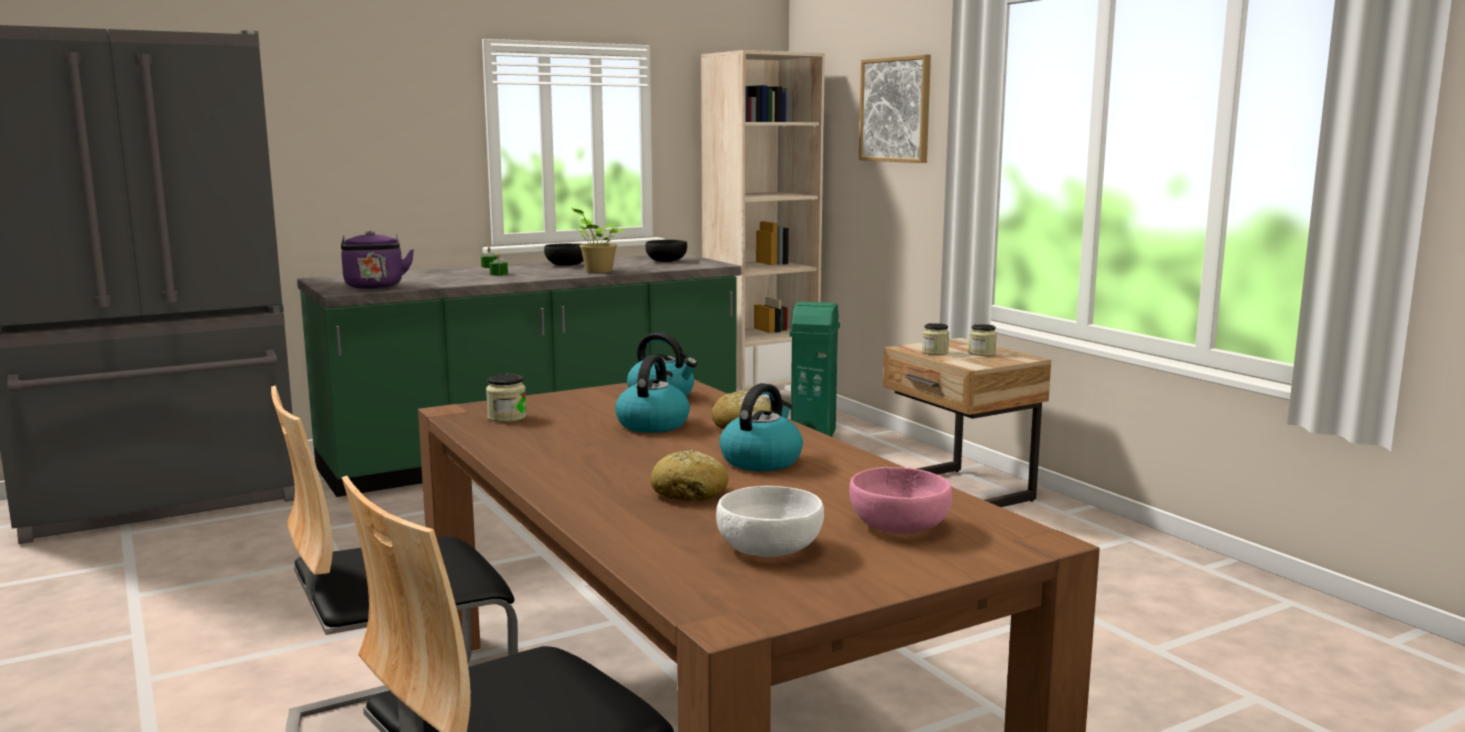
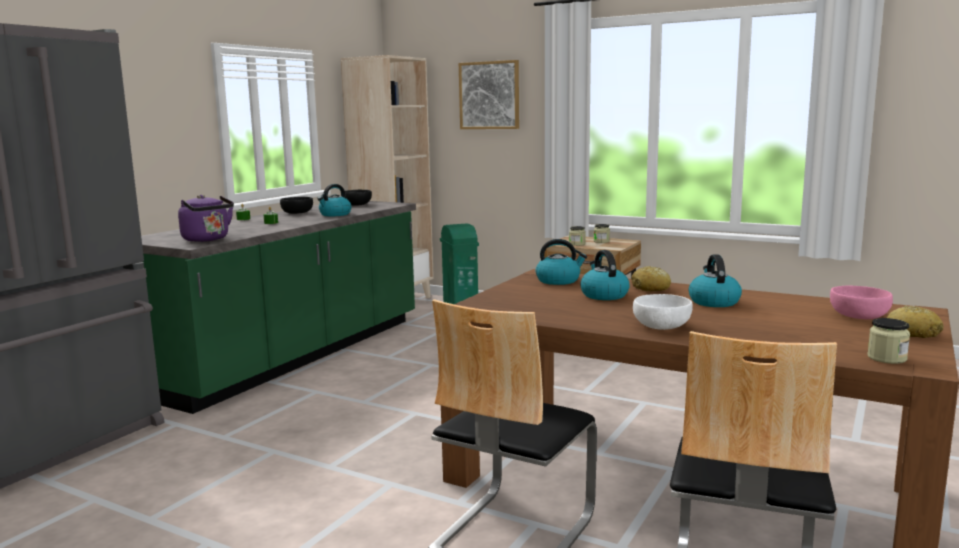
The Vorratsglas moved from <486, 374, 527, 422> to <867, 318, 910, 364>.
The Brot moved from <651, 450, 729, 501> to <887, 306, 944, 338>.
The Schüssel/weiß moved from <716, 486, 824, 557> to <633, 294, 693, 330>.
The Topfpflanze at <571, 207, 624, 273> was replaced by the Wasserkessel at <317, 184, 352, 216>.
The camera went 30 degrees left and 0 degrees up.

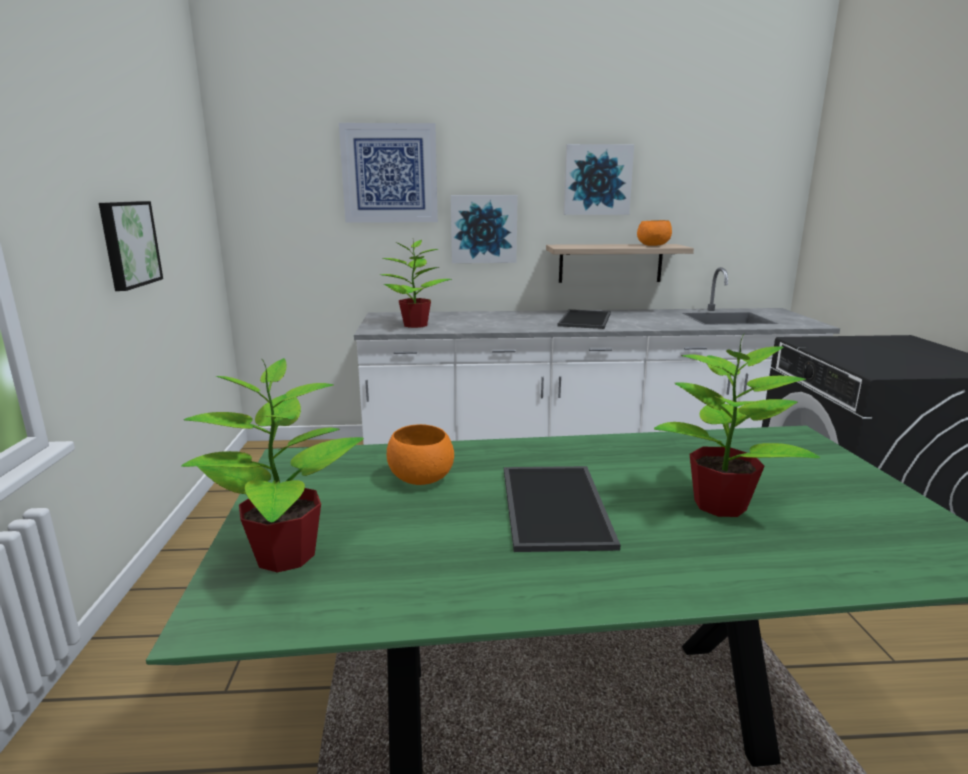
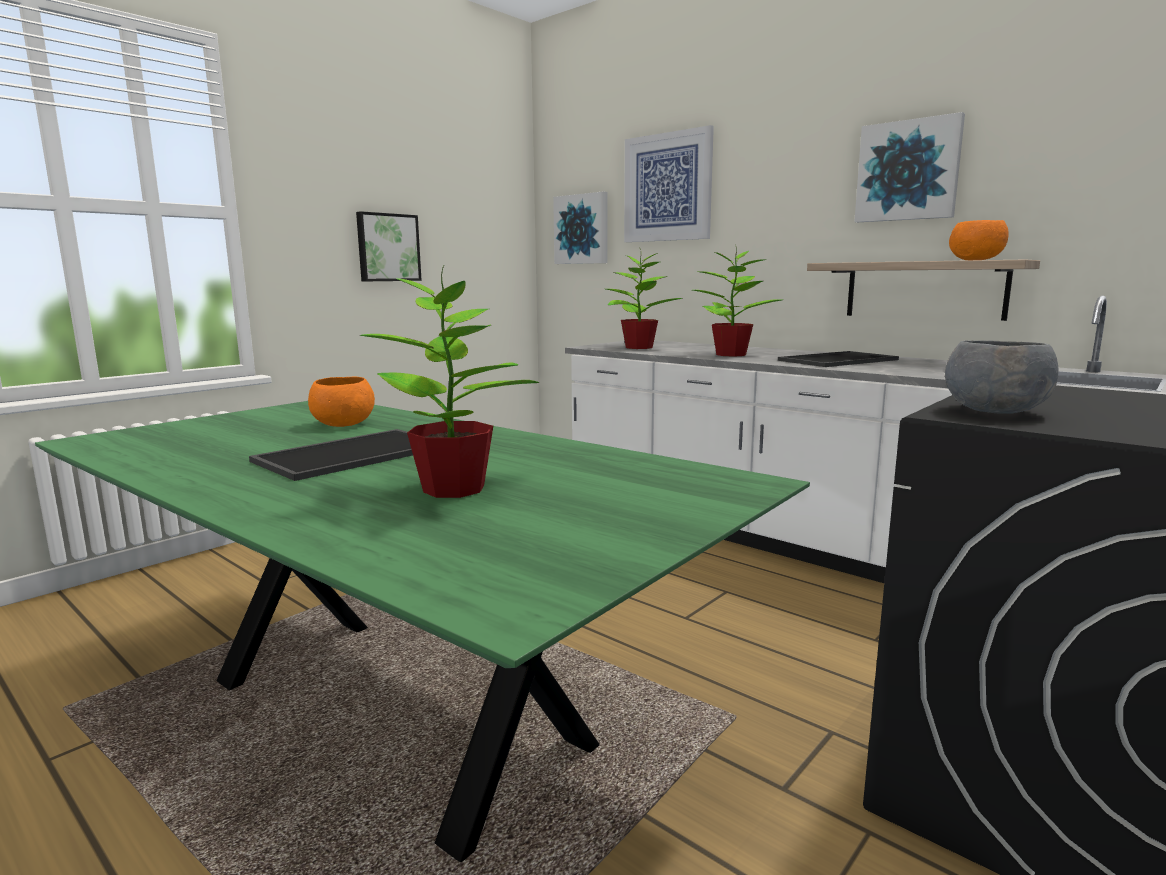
The Schüssel/grau at <945, 340, 1059, 414> appeared.
The Topfpflanze moved from <181, 358, 364, 573> to <693, 248, 781, 357>.
The Bild moved from <451, 195, 518, 263> to <553, 191, 608, 264>.
The camera went 45 degrees right and 5 degrees down.

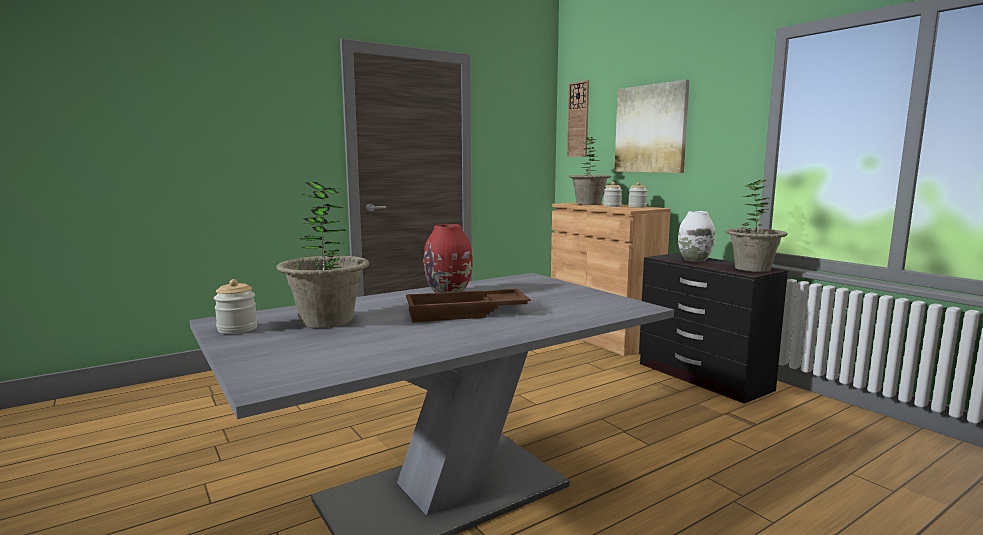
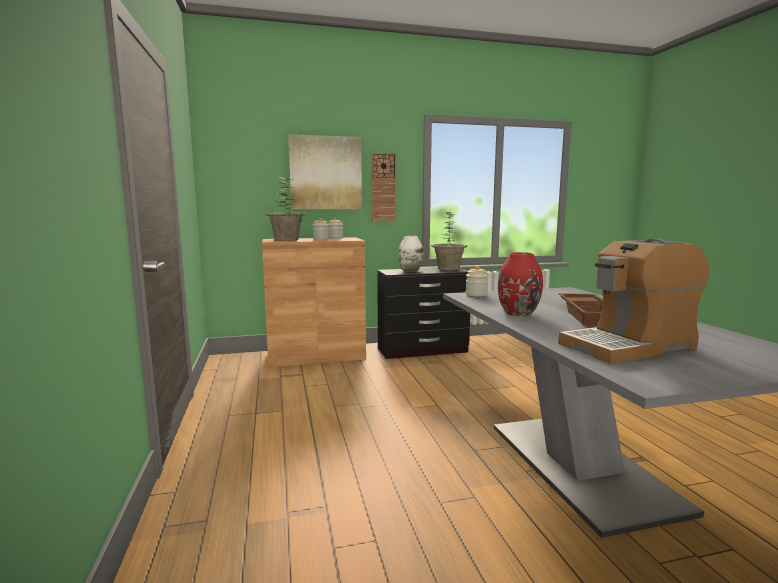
The Vorratsglas moved from <214, 279, 257, 334> to <466, 266, 488, 297>.
The Wanduhr moved from <567, 80, 589, 157> to <371, 152, 396, 222>.
The Topfpflanze at <276, 182, 370, 328> was replaced by the Kaffeemaschine at <558, 239, 709, 364>.
The camera went 70 degrees left and 0 degrees up.

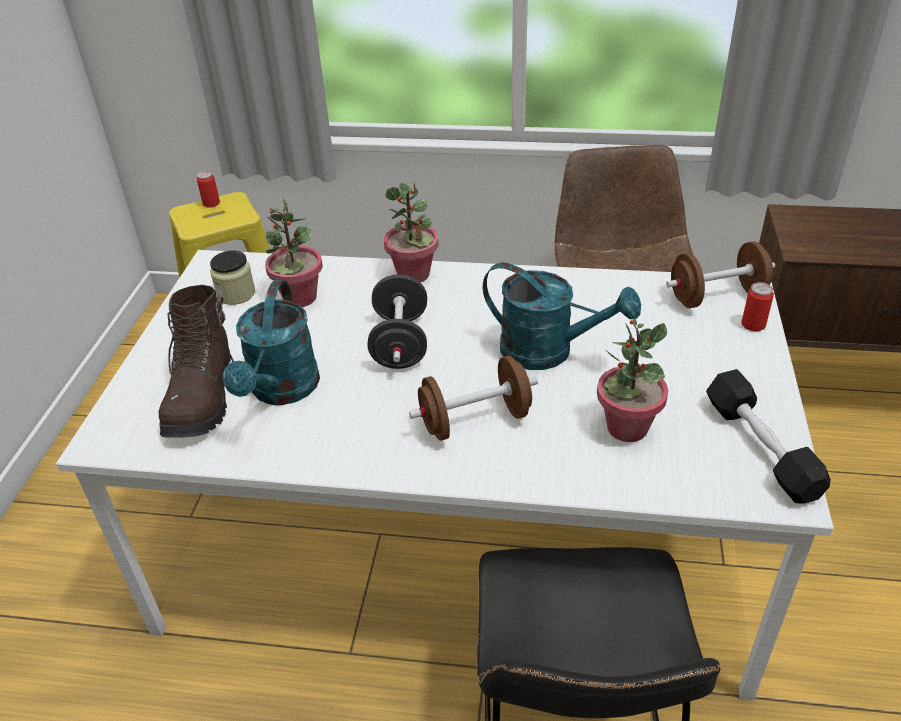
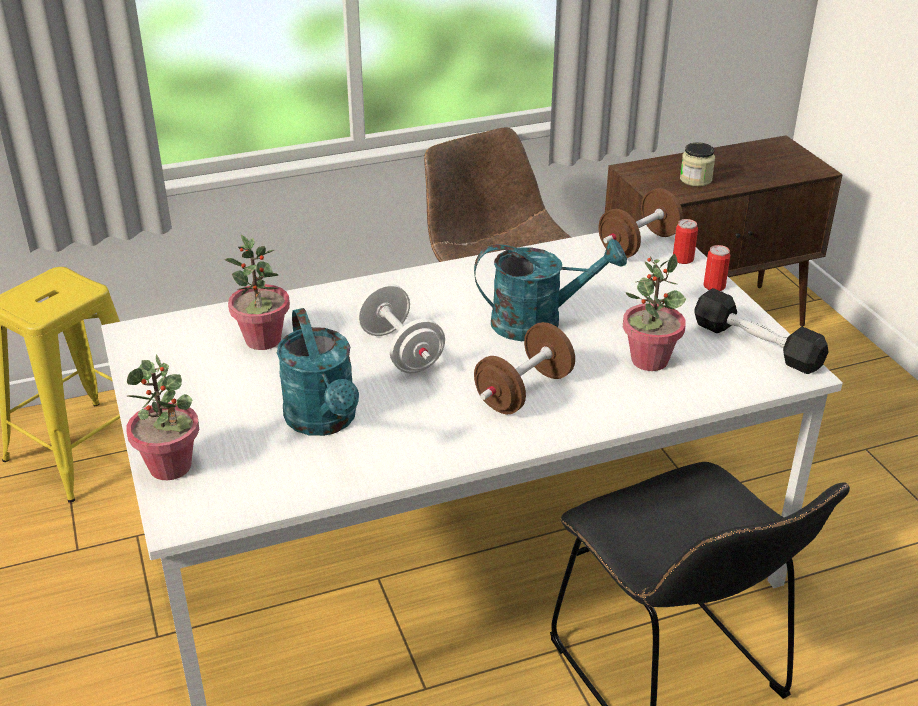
The Stiefel/braun at <159, 285, 234, 438> disappeared.
The Dose moved from <197, 171, 220, 208> to <704, 245, 730, 291>.
The Vorratsglas moved from <210, 250, 255, 305> to <680, 142, 715, 187>.
The Topfpflanze moved from <384, 181, 439, 282> to <126, 354, 199, 480>.
The Hantel/schwarz at <368, 274, 427, 369> became the Hantel/weiß at <357, 283, 445, 373>.
The camera went 30 degrees left and 5 degrees down.

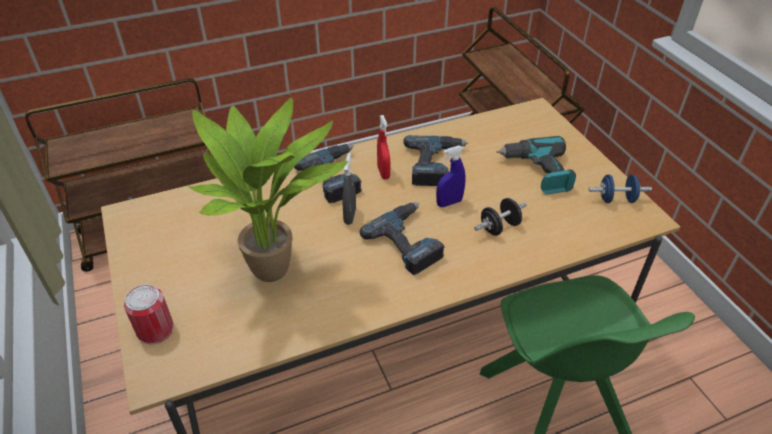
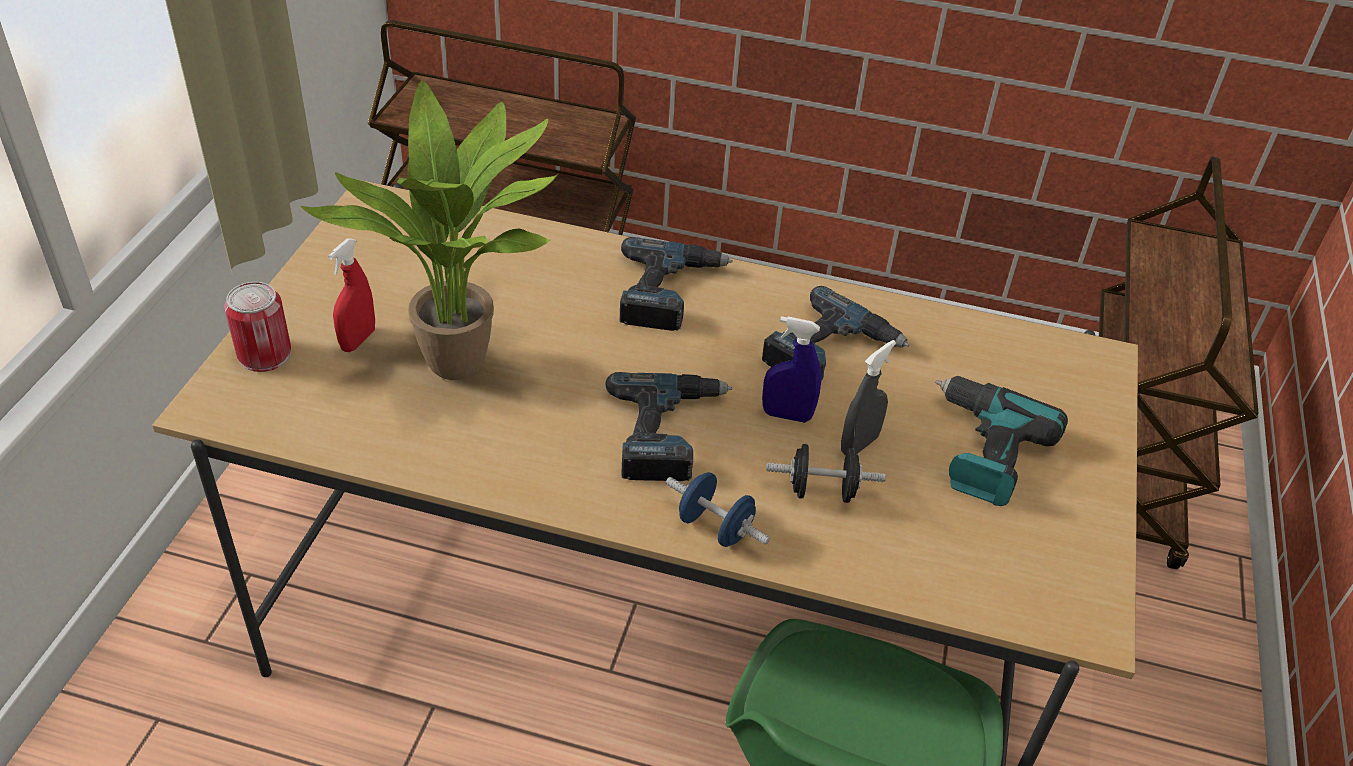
The Sprühflasche/grau moved from <343, 153, 356, 225> to <841, 340, 896, 455>.
The Sprühflasche/rot moved from <377, 115, 390, 179> to <328, 238, 375, 352>.
The Hantel/blau moved from <589, 174, 652, 203> to <666, 472, 770, 547>.
The camera went 35 degrees right and 0 degrees up.

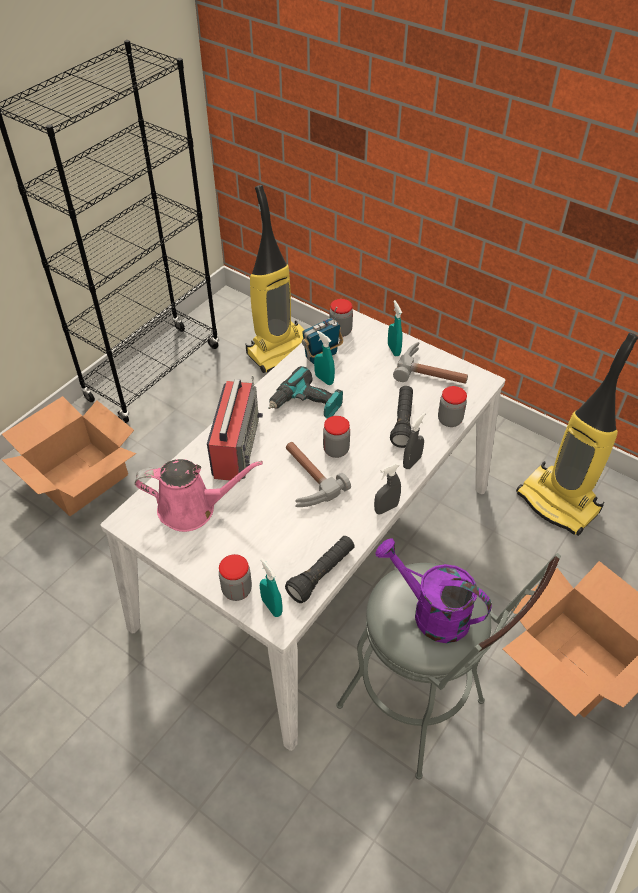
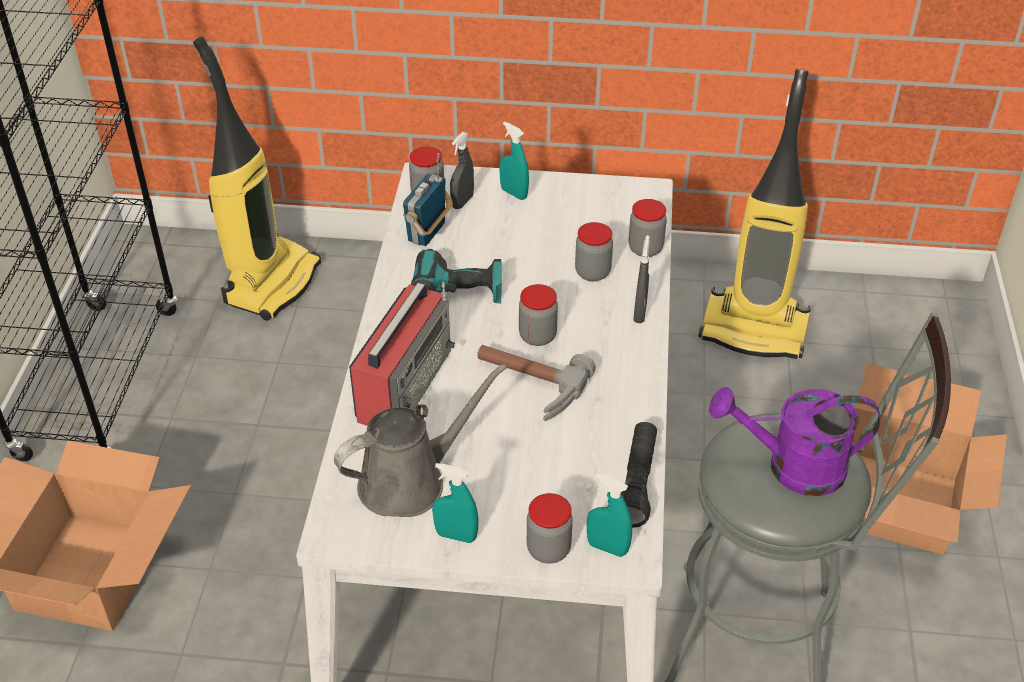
The Hammer at <393, 342, 468, 384> disappeared.
The Sprühflasche/türkis moved from <314, 331, 335, 385> to <432, 463, 479, 543>.
The Sprühflasche/grau moved from <374, 463, 401, 514> to <450, 132, 474, 209>.
The Taschenlampe/schwarz at <390, 386, 413, 448> was replaced by the Vorratsglas at <575, 222, 613, 281>.
The Gießkanne/rosa at <135, 459, 263, 532> became the Gießkanne/grau at <334, 364, 507, 517>.
The Radio at <207, 375, 263, 480> turned 45 degrees clockwise.
The camera went 30 degrees left and 5 degrees down.

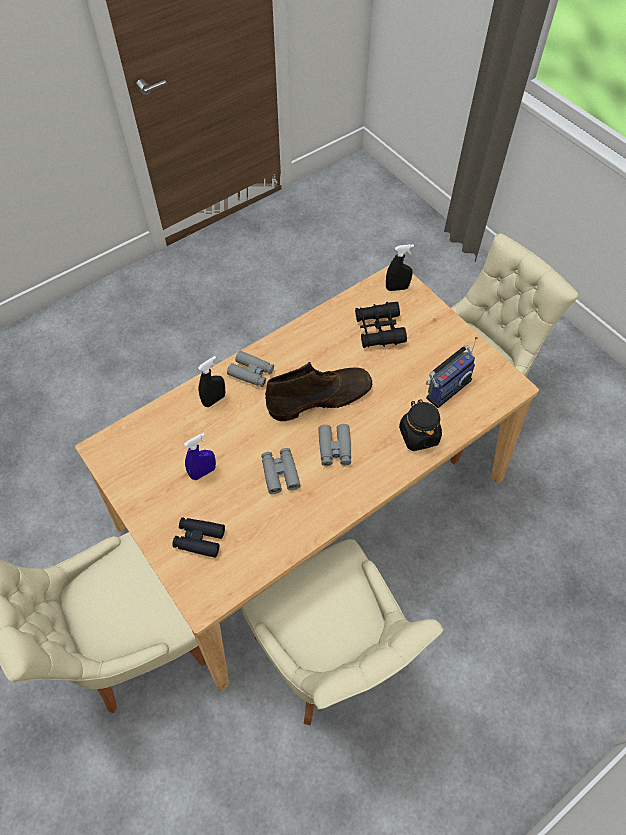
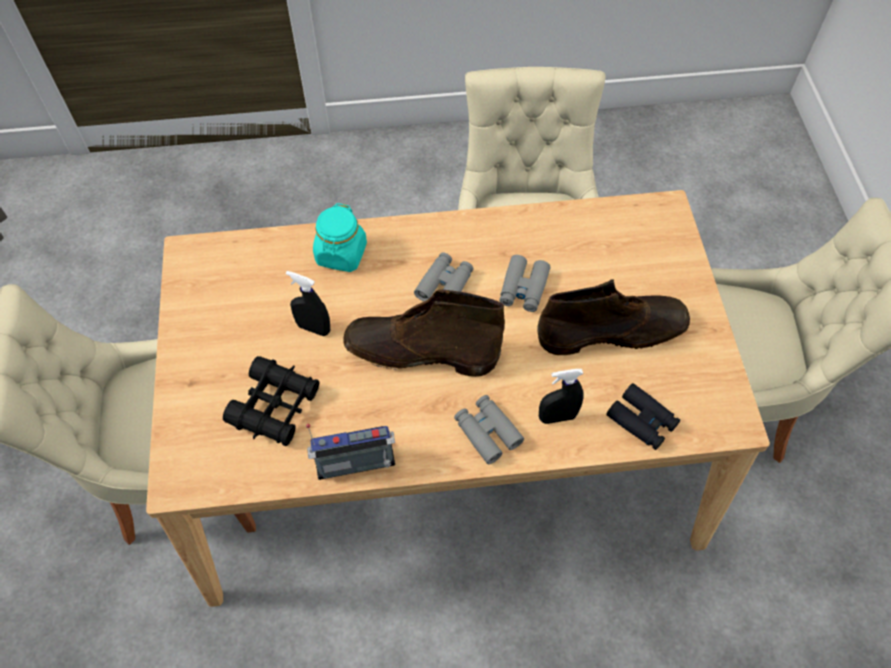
The Fernglas/schwarz moved from <172, 517, 225, 558> to <606, 383, 680, 450>.
The Sprühflasche/schwarz moved from <386, 244, 414, 291> to <286, 271, 330, 336>.
The Radio moved from <426, 337, 478, 408> to <306, 424, 395, 480>.
The Sprühflasche/blau at <184, 433, 216, 480> was replaced by the Stiefel/braun at <537, 279, 690, 355>.
The Vorratsglas/schwarz at <399, 399, 442, 451> became the Vorratsglas/türkis at <313, 203, 367, 272>.
The camera went 150 degrees left and 0 degrees up.

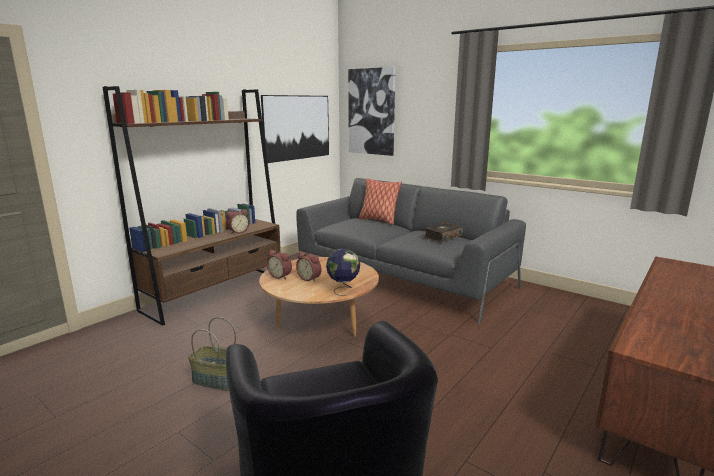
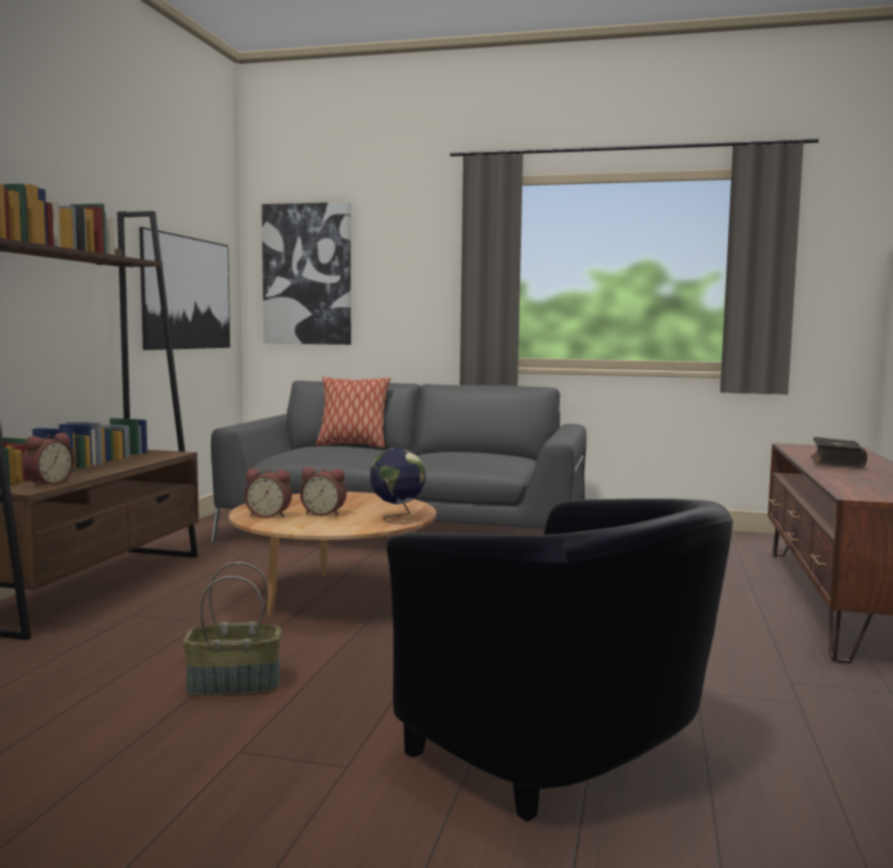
The Wecker moved from <226, 209, 250, 234> to <22, 433, 75, 487>.
The Buch moved from <423, 221, 463, 242> to <811, 437, 867, 468>.
The camera went 25 degrees left and 10 degrees down.

